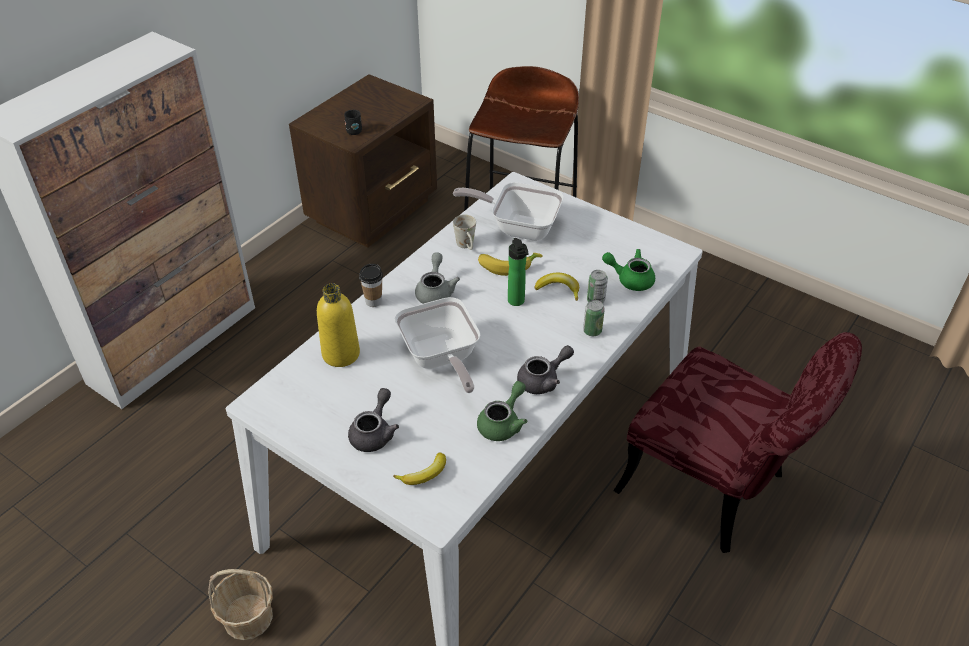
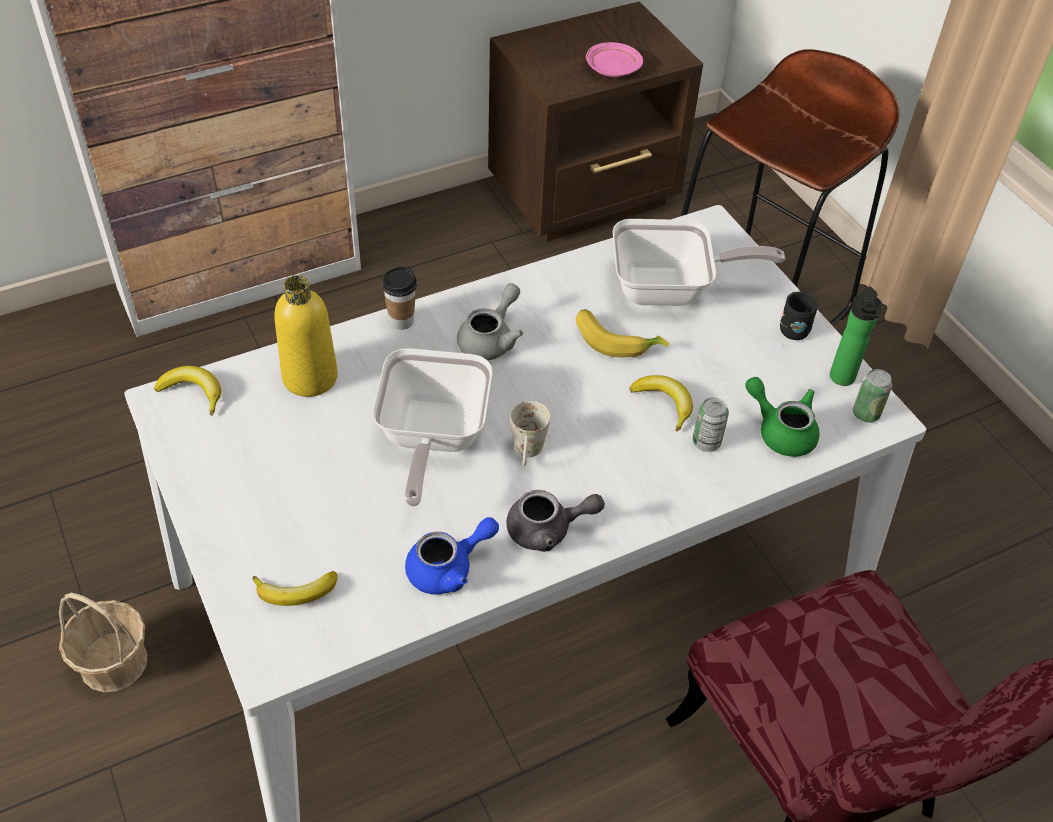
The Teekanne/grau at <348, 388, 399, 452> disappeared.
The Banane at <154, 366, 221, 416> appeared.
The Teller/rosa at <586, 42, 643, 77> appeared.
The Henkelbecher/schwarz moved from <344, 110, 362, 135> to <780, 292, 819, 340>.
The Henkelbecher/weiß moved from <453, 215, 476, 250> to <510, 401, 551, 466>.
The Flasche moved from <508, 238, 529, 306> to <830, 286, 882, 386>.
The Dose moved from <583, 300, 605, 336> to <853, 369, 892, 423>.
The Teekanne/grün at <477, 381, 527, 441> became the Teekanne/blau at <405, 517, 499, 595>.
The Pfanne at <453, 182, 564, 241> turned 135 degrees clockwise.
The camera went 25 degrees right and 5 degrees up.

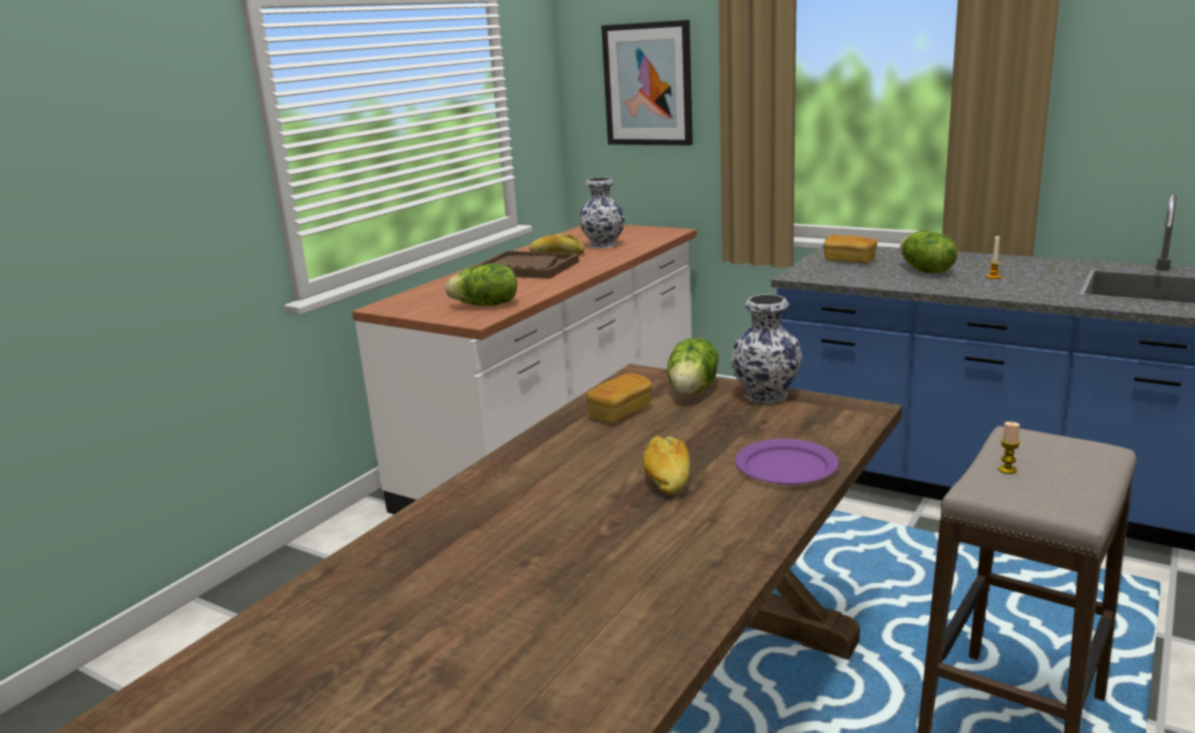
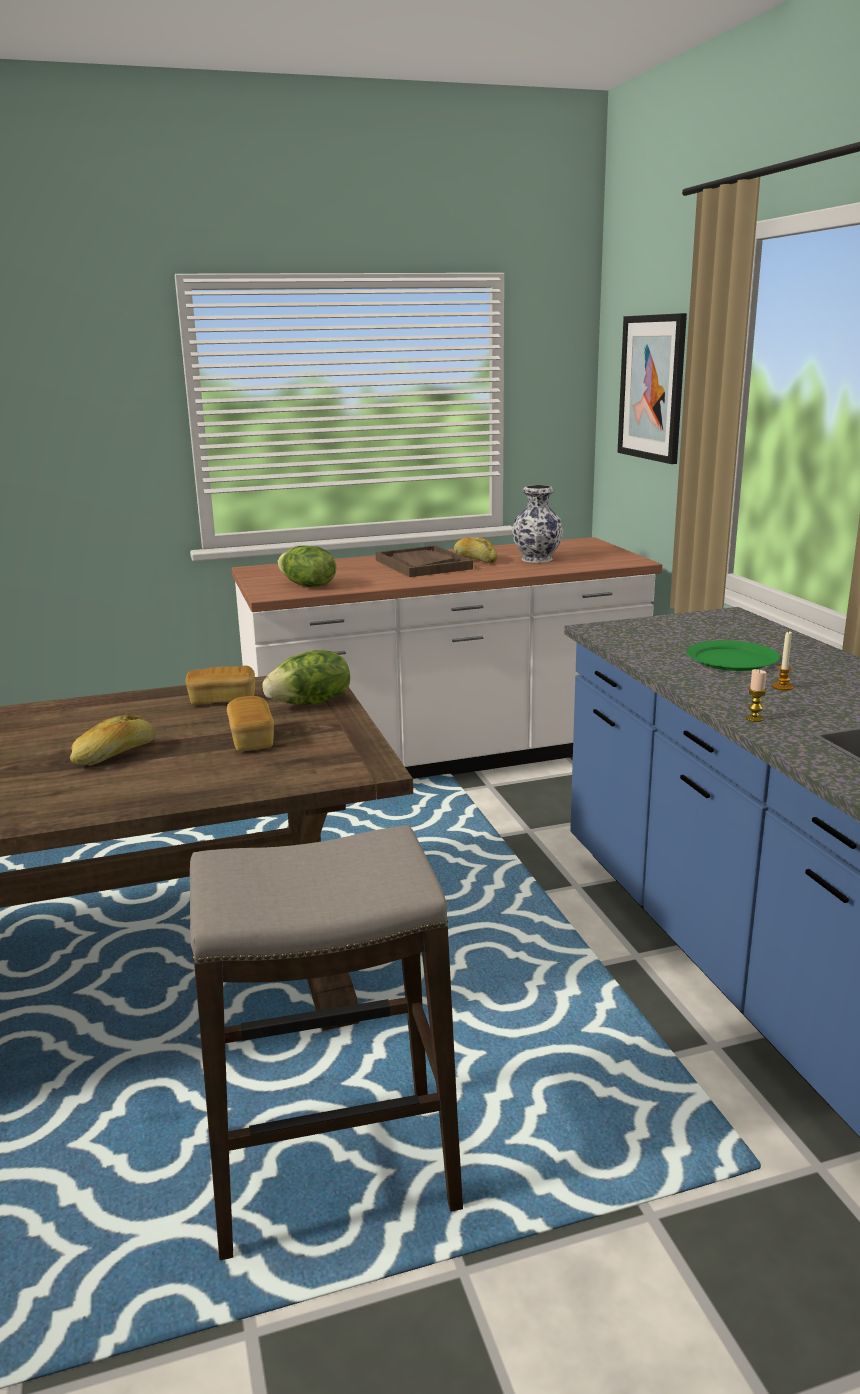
The Vase at <731, 294, 802, 404> disappeared.
The Teller/lila at <735, 439, 839, 485> disappeared.
The Brot moved from <823, 235, 877, 263> to <227, 696, 274, 751>.
The Kerze moved from <998, 422, 1020, 474> to <746, 669, 767, 722>.
The Salatkopf at <900, 230, 957, 273> was replaced by the Teller/grün at <686, 640, 780, 671>.
The camera went 40 degrees right and 0 degrees up.

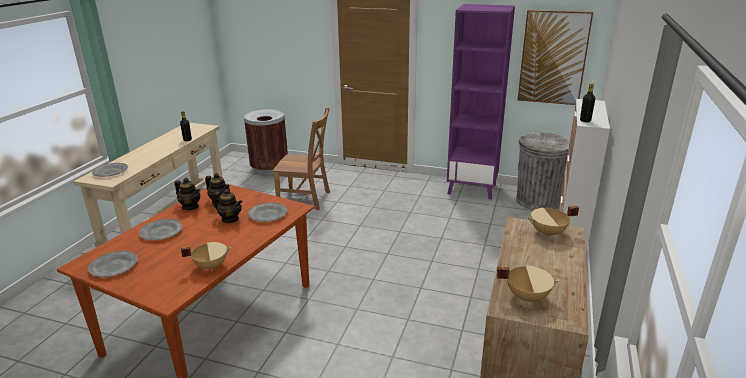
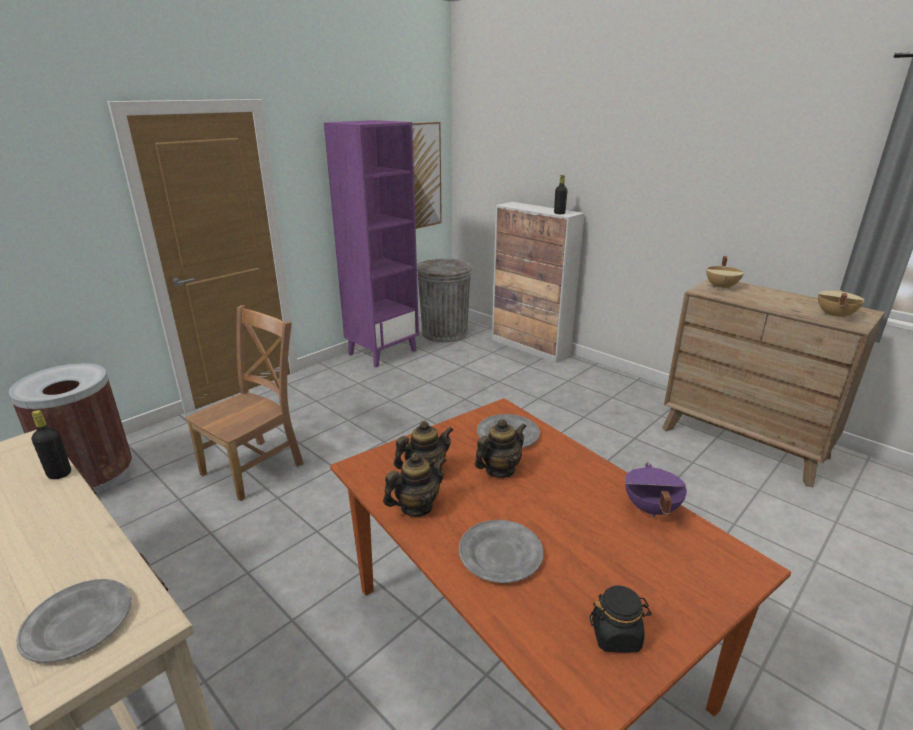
The Teller/grau at <88, 251, 138, 277> was replaced by the Vorratsglas/schwarz at <589, 586, 652, 653>.
The Kochtopf/beige at <181, 242, 231, 271> became the Kochtopf/lila at <625, 462, 687, 518>.
The camera went 65 degrees left and 0 degrees up.

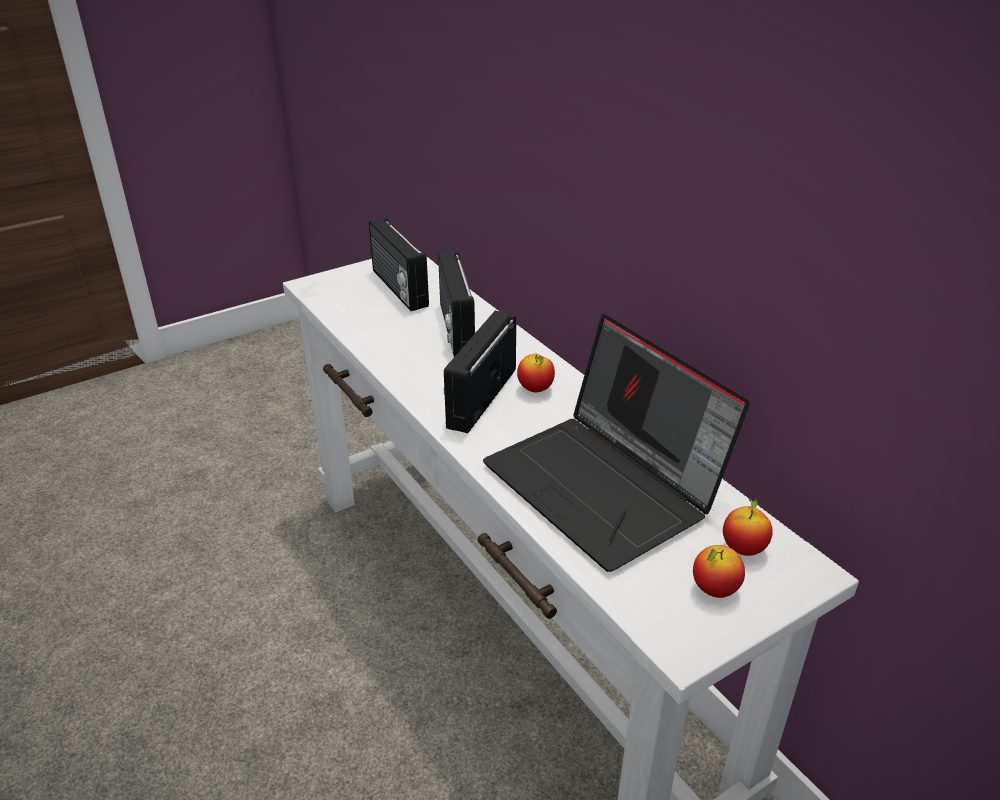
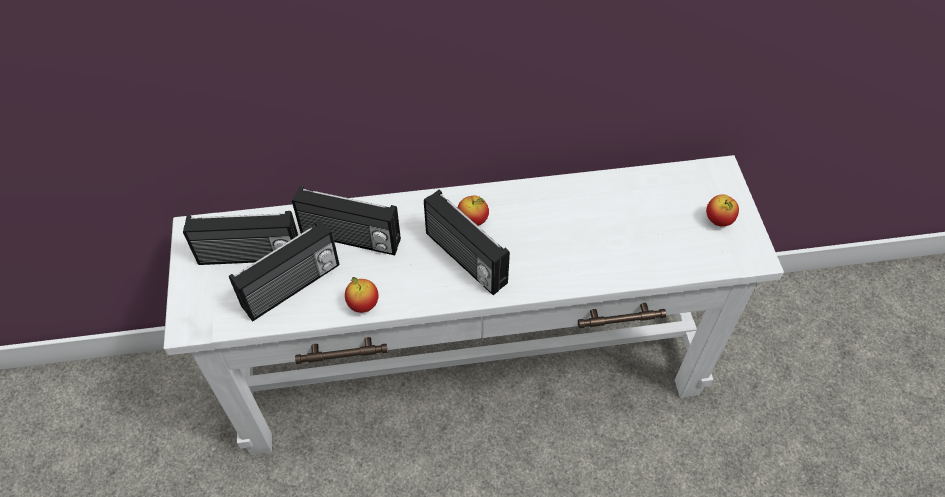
The Laptop at <483, 314, 750, 572> disappeared.
The Radio at <229, 220, 339, 321> appeared.
The Apfel moved from <723, 499, 773, 556> to <345, 277, 378, 313>.
The camera went 65 degrees left and 20 degrees up.

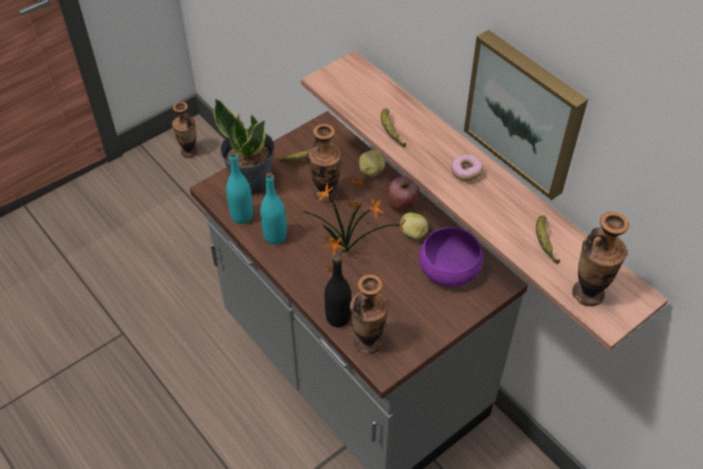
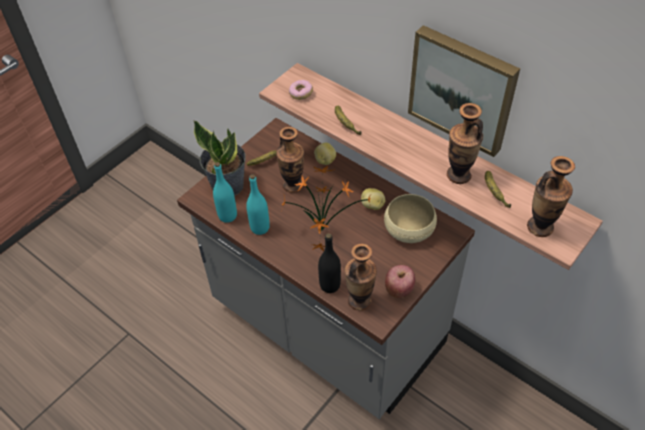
The Vase moved from <172, 102, 198, 158> to <447, 103, 483, 184>.
The Apfel moved from <387, 176, 419, 211> to <385, 265, 415, 298>.
The Donut moved from <451, 154, 483, 181> to <289, 80, 313, 100>.
The Schüssel/lila at <419, 227, 483, 287> became the Schüssel/beige at <384, 194, 437, 243>.
The camera went 10 degrees left and 0 degrees up.

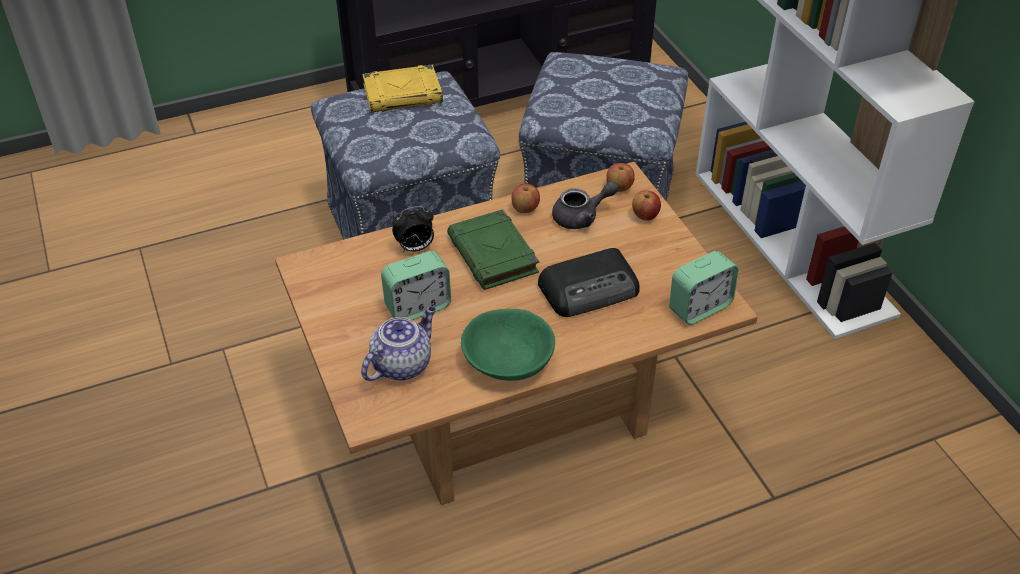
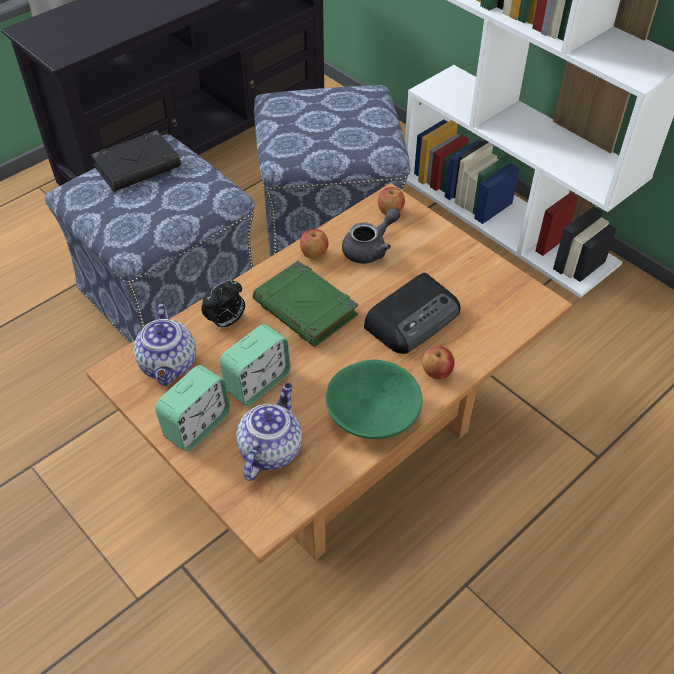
The Teekanne at <134, 304, 196, 386> appeared.
The Apfel moved from <632, 190, 661, 221> to <422, 346, 455, 379>.
The Wecker moved from <669, 251, 738, 325> to <155, 365, 230, 452>.
The Buch/gelb at <362, 64, 443, 112> became the Buch/schwarz at <91, 130, 181, 192>.
The camera went 20 degrees left and 5 degrees up.

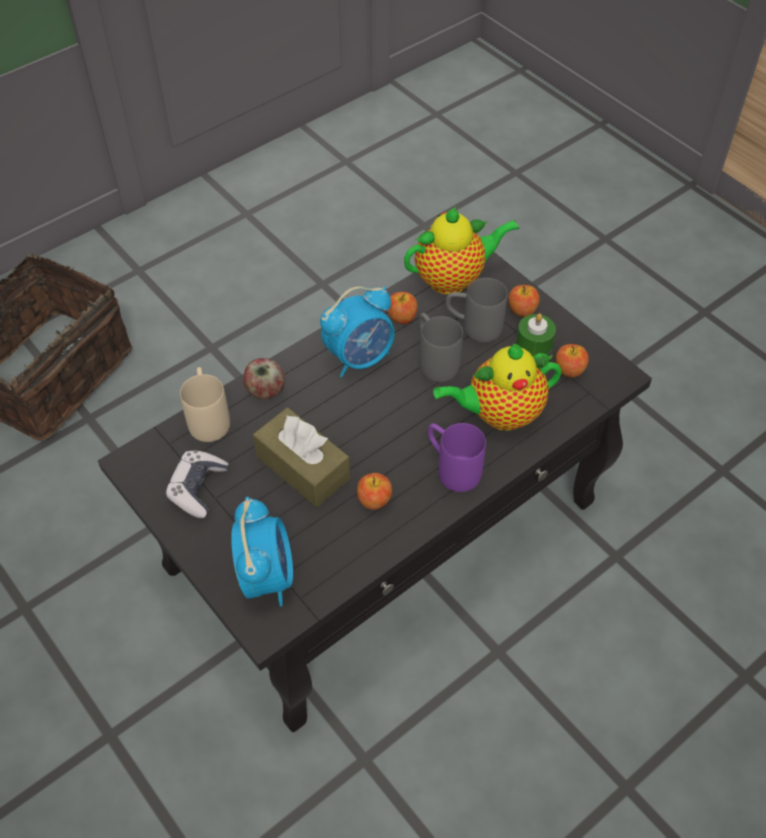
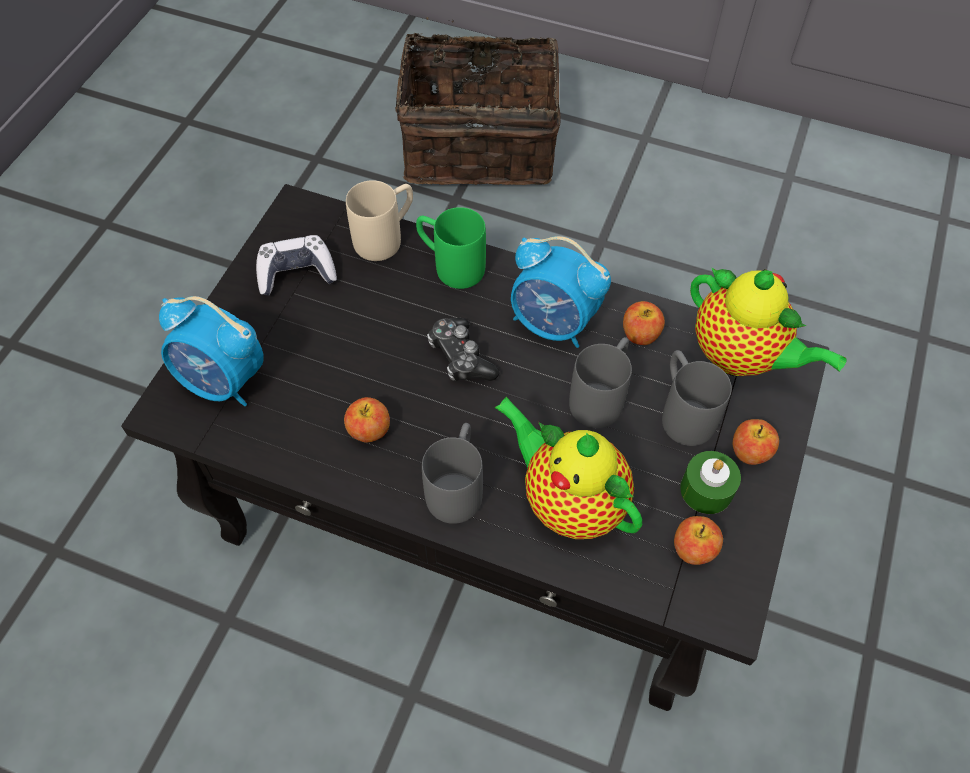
The Taschentuchbox/braun at <253, 408, 350, 507> disappeared.
The Gamepad at <427, 317, 500, 381> appeared.
The Apfel at <244, 358, 285, 400> was replaced by the Henkelbecher/grün at <416, 207, 486, 289>.
The Henkelbecher/lila at <428, 423, 486, 492> became the Henkelbecher/grau at <422, 423, 483, 524>.
The Wecker at <231, 497, 293, 606> turned 60 degrees clockwise.
The camera went 60 degrees right and 5 degrees up.

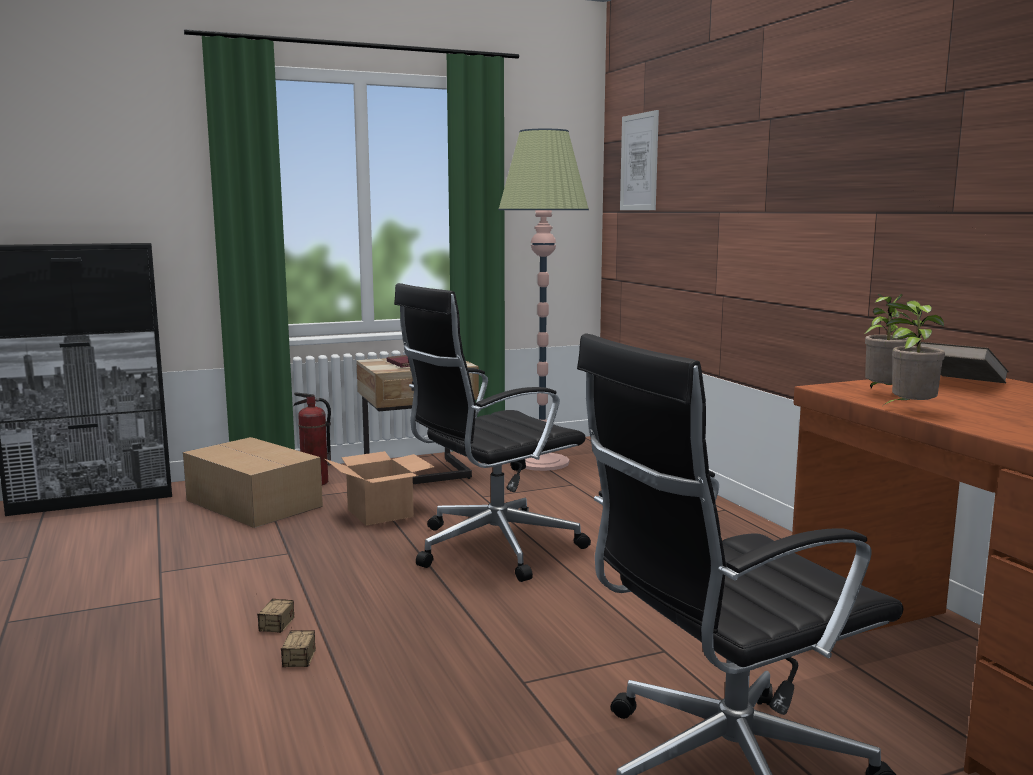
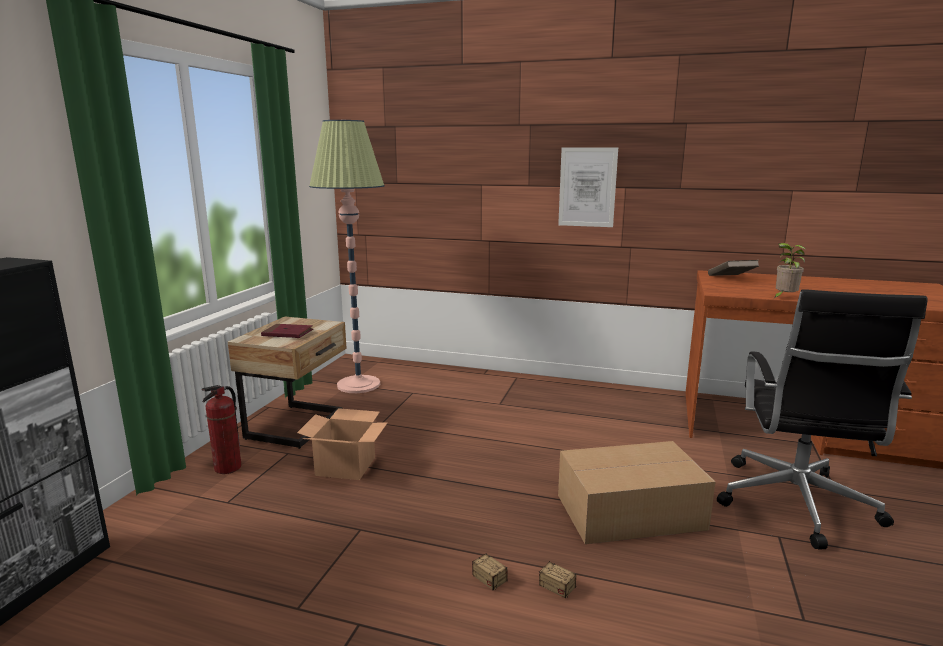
The Bürostuhl/schwarz at <394, 283, 591, 582> disappeared.
The Topfpflanze at <864, 294, 911, 389> disappeared.
The Karton moved from <183, 437, 323, 528> to <558, 441, 716, 544>.
The Bild moved from <620, 110, 659, 210> to <558, 147, 618, 227>.
The camera went 50 degrees left and 5 degrees up.

